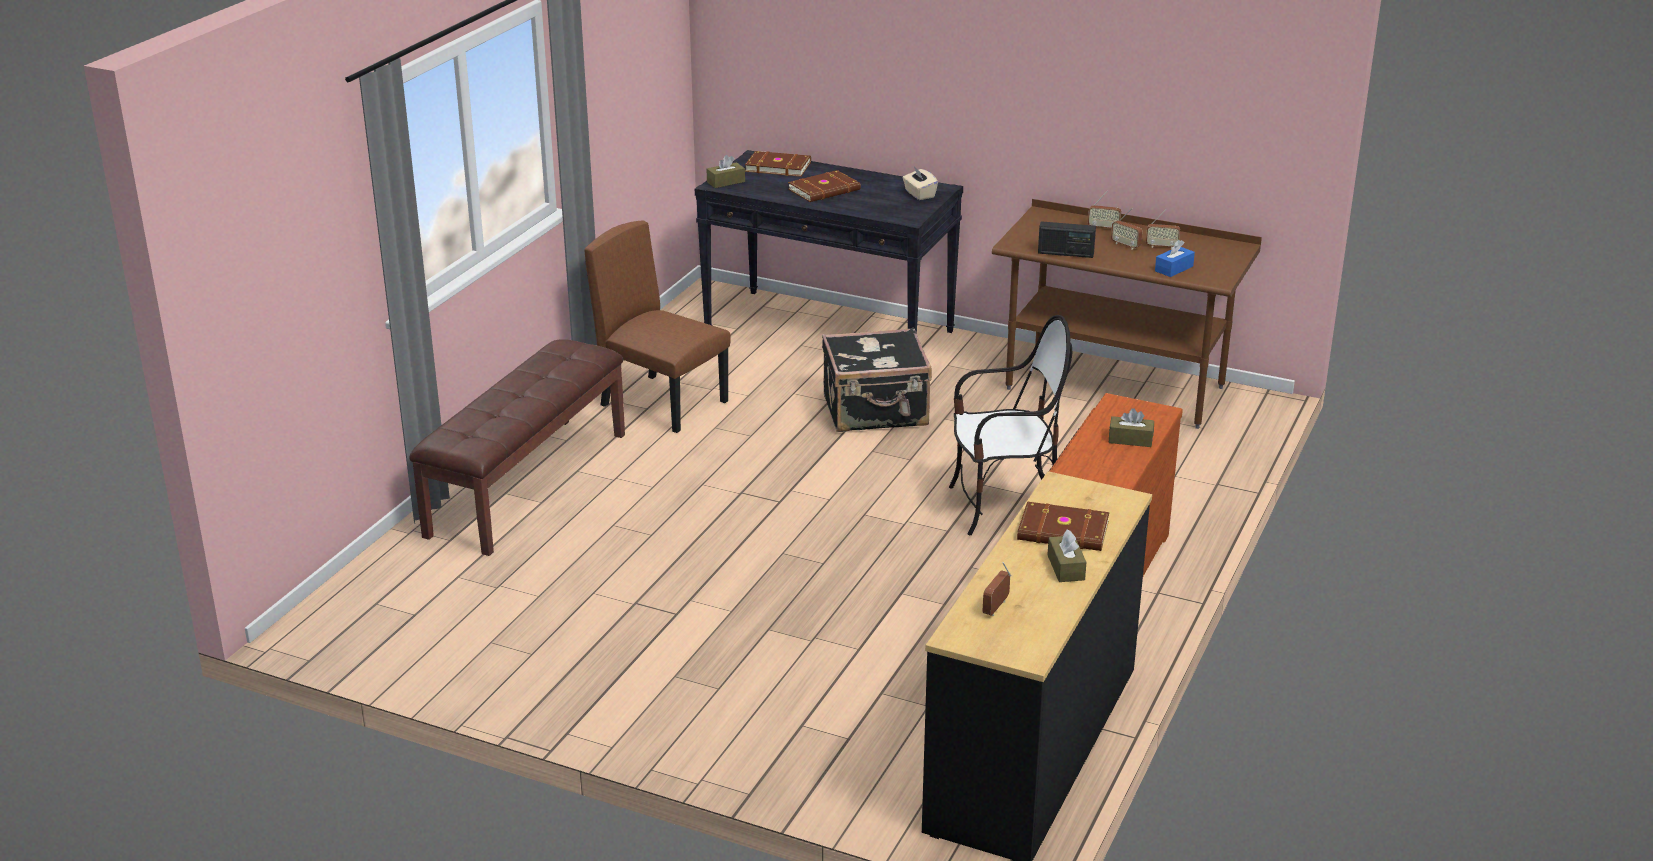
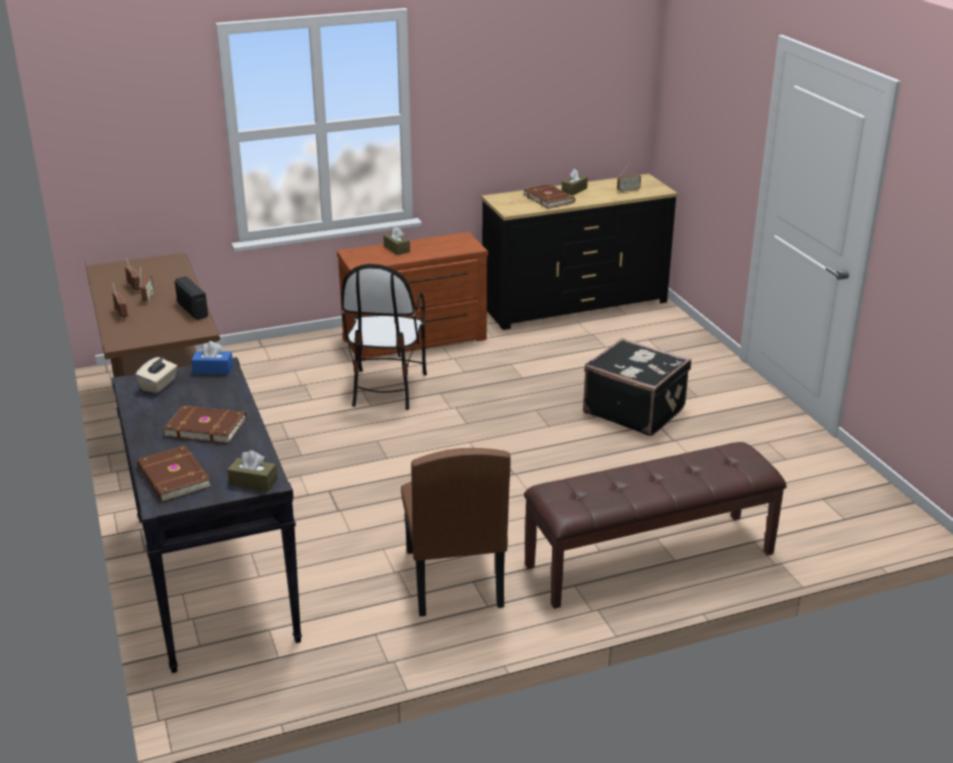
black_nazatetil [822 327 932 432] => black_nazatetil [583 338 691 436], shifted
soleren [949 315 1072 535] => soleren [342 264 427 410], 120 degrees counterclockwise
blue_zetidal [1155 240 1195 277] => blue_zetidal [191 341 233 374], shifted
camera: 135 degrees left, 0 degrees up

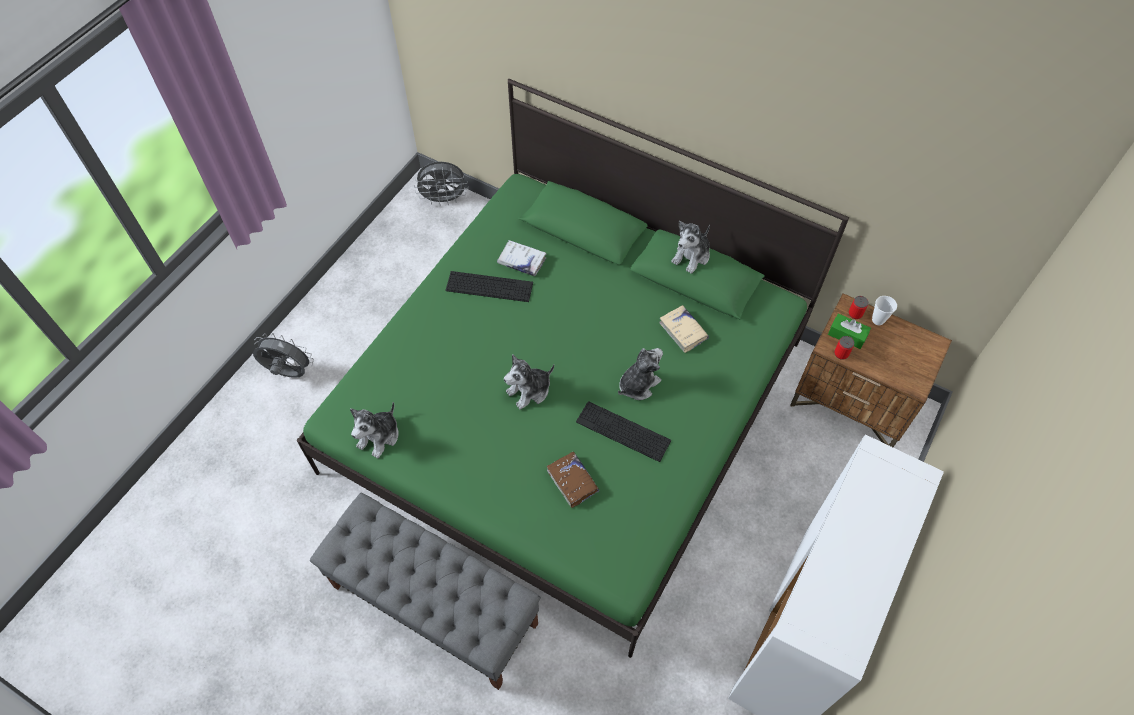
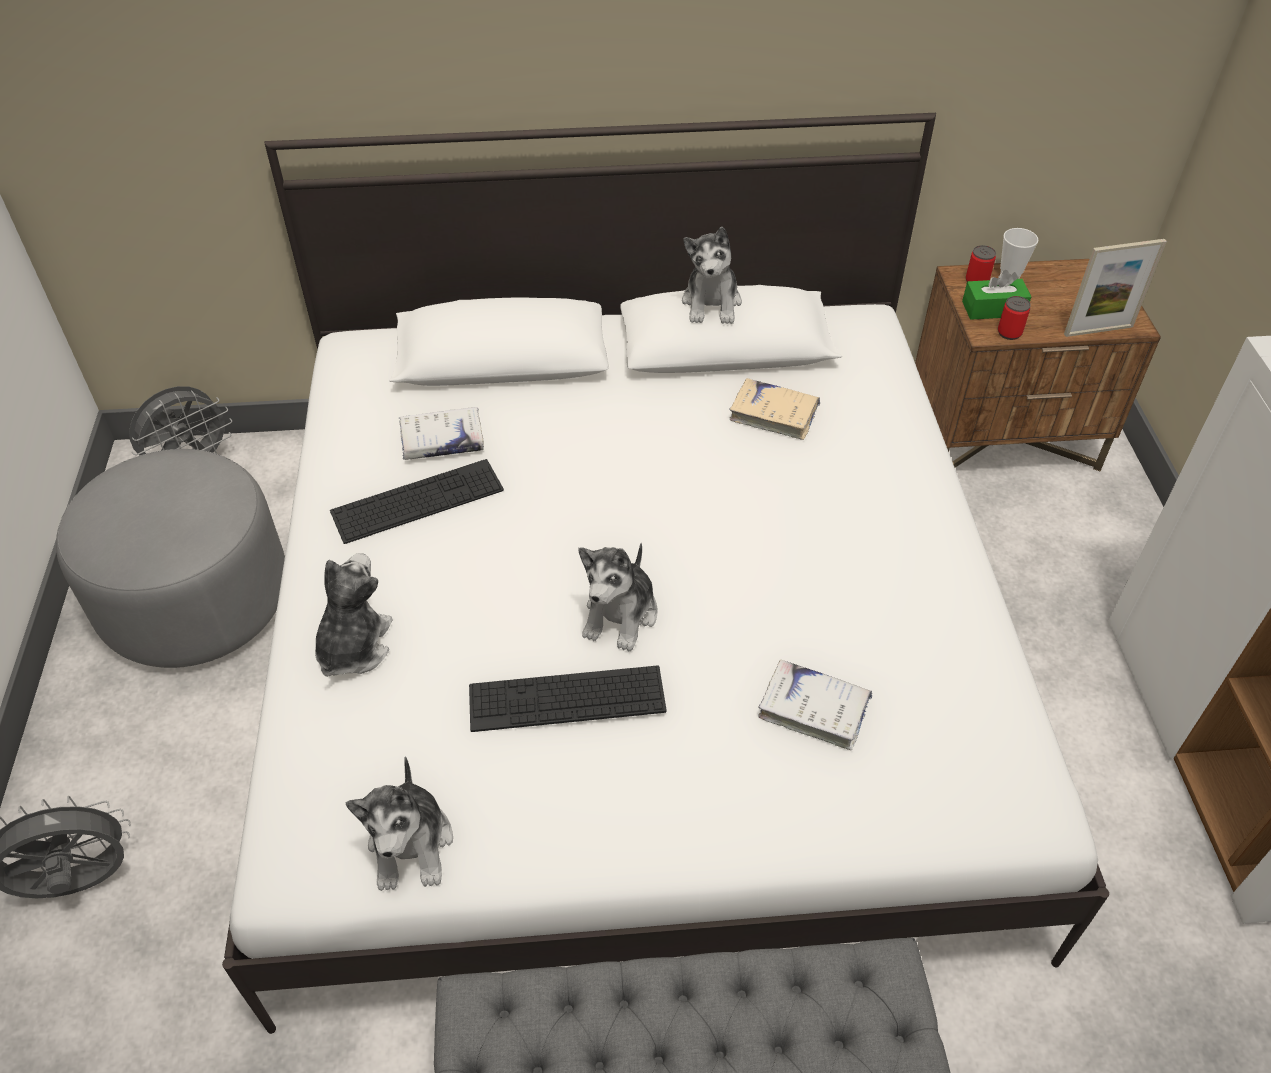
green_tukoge [297 79 849 658] => white_tukoge [222 113 1109 1034]
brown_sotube [547 452 599 508] => white_sotube [758 659 873 750]
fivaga [576 401 671 462] => fivaga [469 665 666 732], shifted
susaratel [618 348 663 400] => susaratel [315 553 393 677], shifted
nothing => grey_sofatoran [56 449 285 668]
nothing => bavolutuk [1064 239 1167 337]
camera: 35 degrees left, 10 degrees down

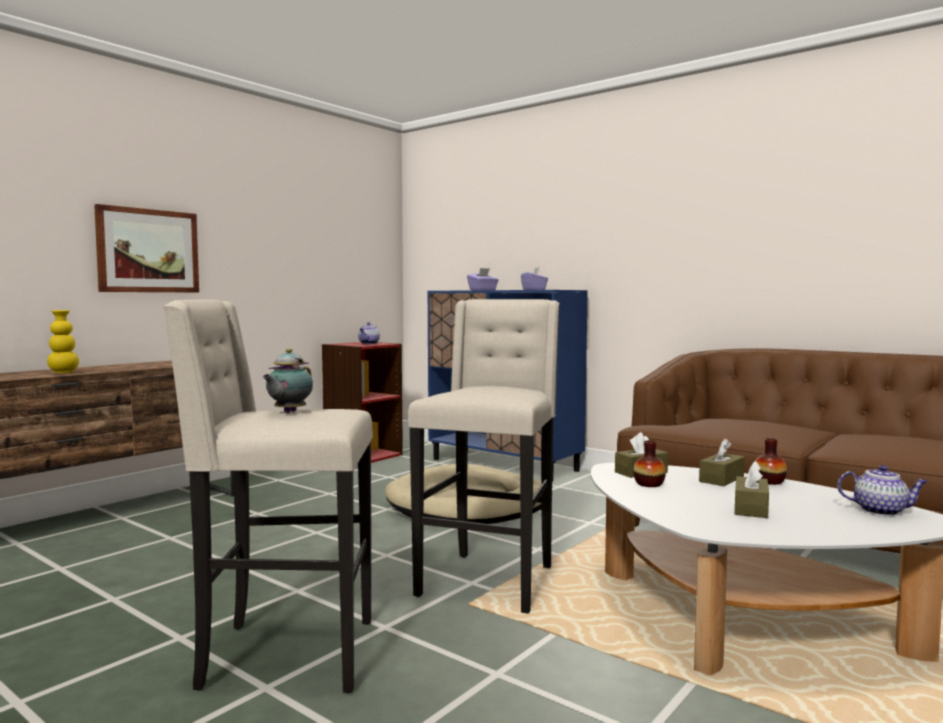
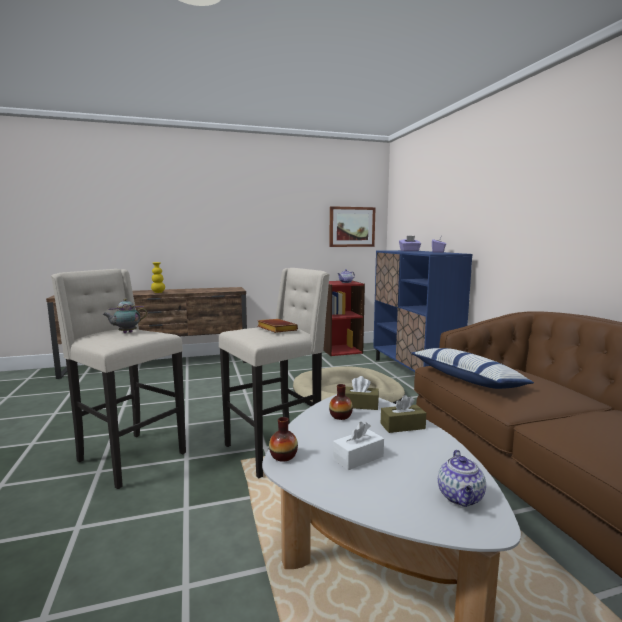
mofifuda [94 204 199 293] => mofifuda [329 206 376 247], shifted
brown_zetidal [735 461 769 518] => white_zetidal [333 422 384 470]
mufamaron [755 438 787 485] => mufamaron [269 417 298 462], shifted
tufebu [837 465 928 516] => tufebu [438 450 486 507], 45 degrees clockwise
nothing => brown_sotube [257 319 298 333]
nothing => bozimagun [411 348 534 389]
camera: 35 degrees right, 5 degrees up

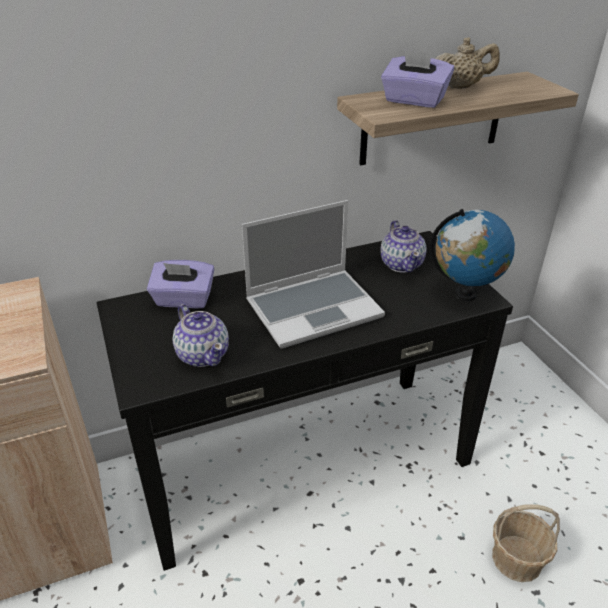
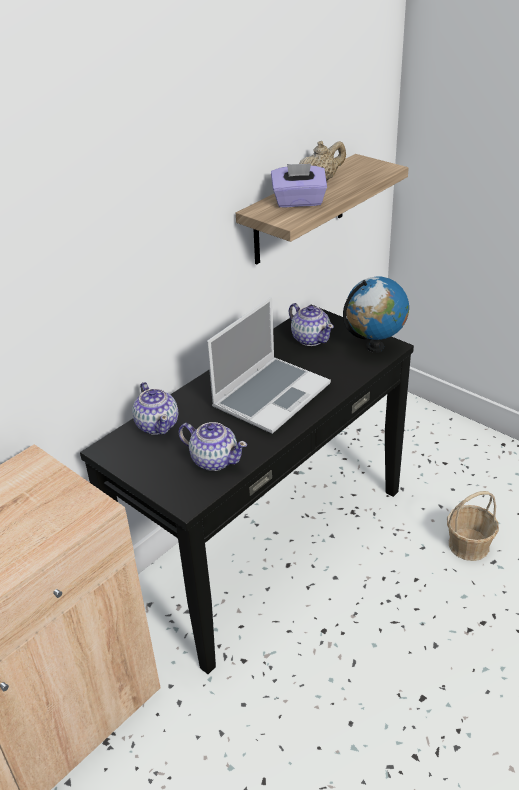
purple_zetidal [147 260 214 308] => tufebu [132 382 178 435]
camera: 25 degrees left, 0 degrees up

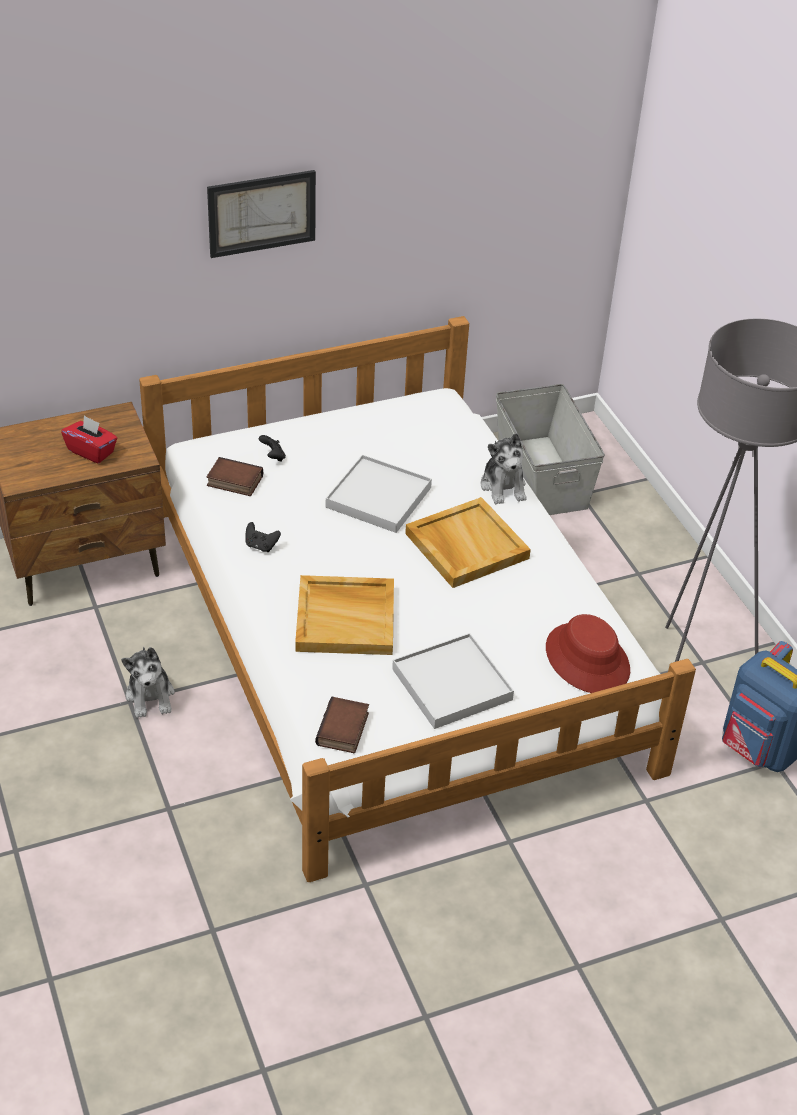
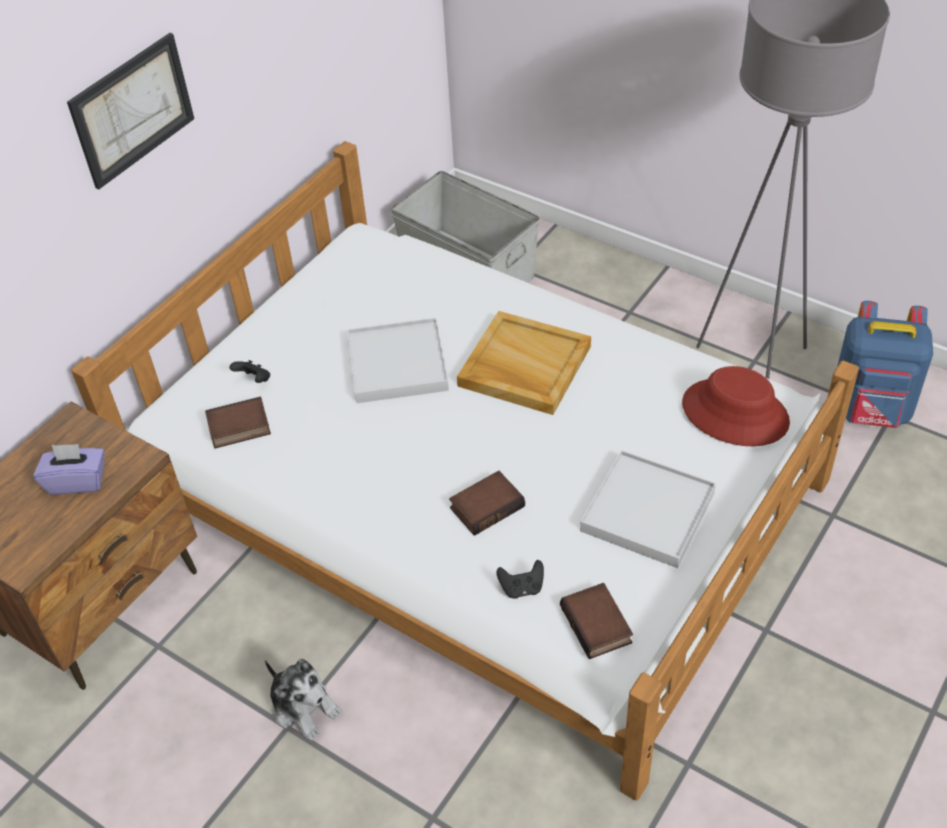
red_zetidal [61 415 117 464] => purple_zetidal [33 444 105 495]
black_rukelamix [245 522 281 552] => black_rukelamix [497 560 544 599], shifted
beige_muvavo [295 575 394 655] => sotube [449 471 525 536]
susaratel [481 433 527 505] => nothing
camera: 30 degrees left, 5 degrees up

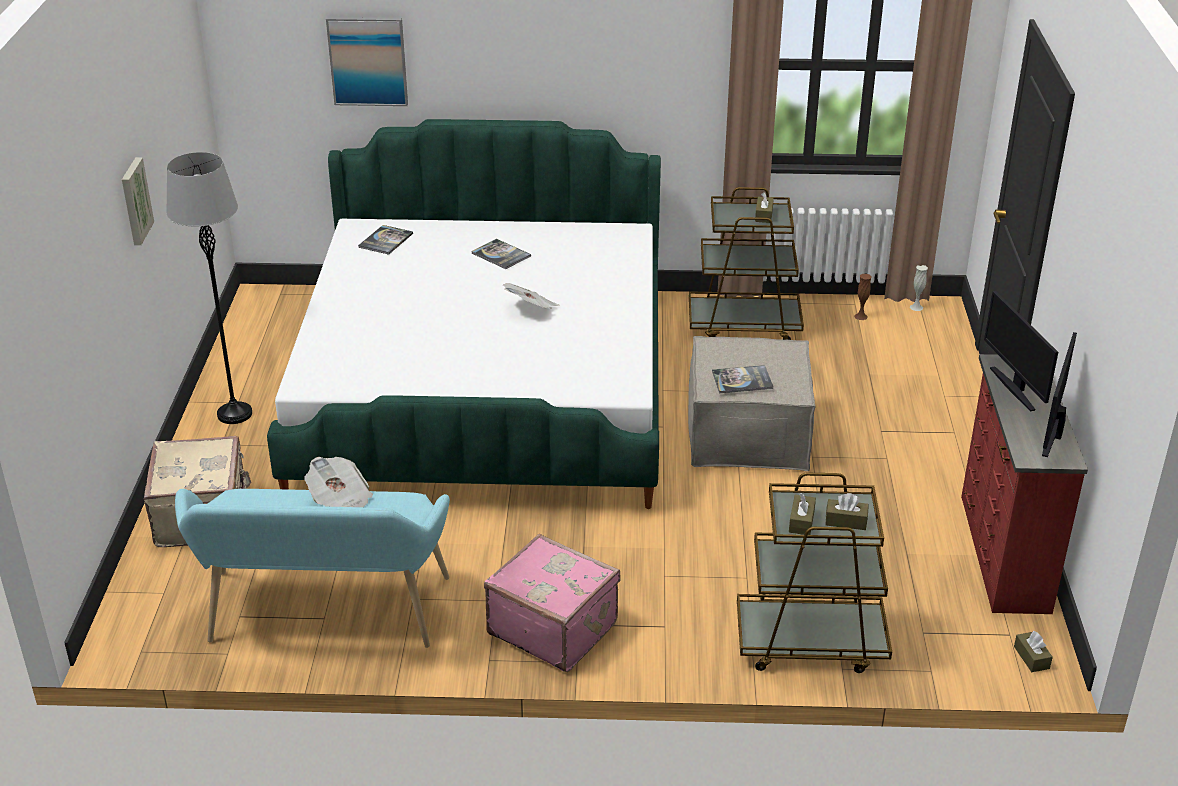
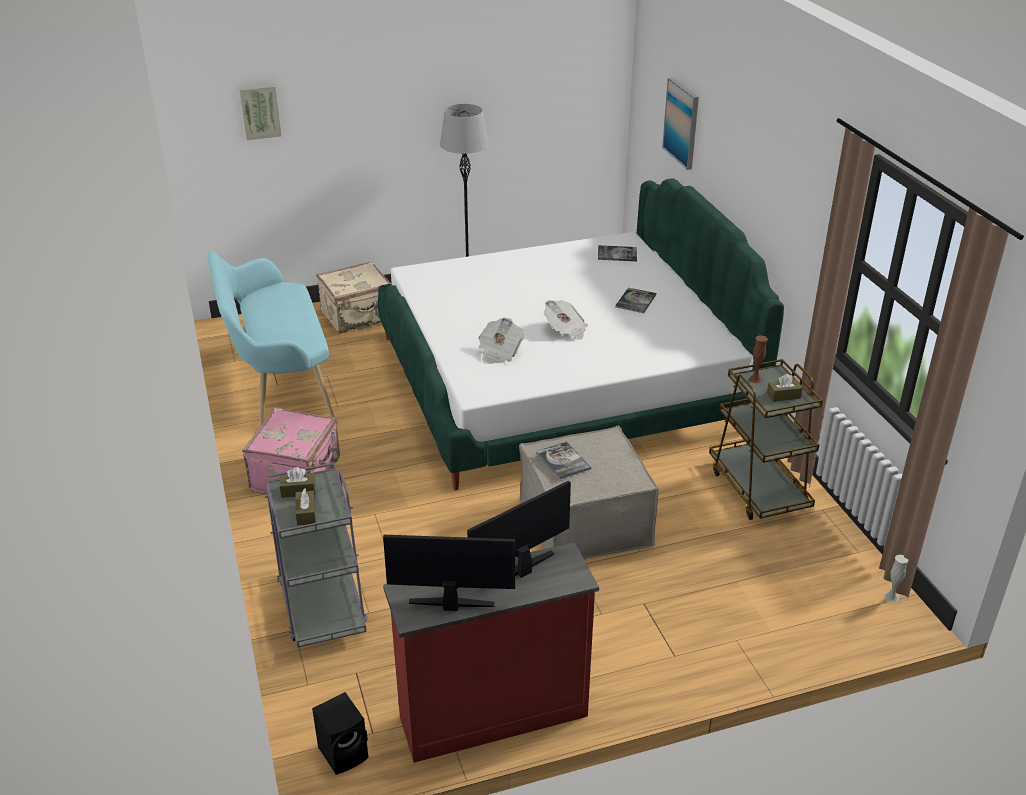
mofifuda [122 157 154 245] => mofifuda [239 85 281 140], shifted
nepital [304 457 373 507] => nepital [479 318 524 364], shifted
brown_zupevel [737 473 892 673] => grey_zupevel [265 462 368 648]
brown_mufamaron [854 274 871 320] => brown_mufamaron [749 335 768 383], shifted
brown_zetidal [1014 631 1053 672] => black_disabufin [312 692 369 775]
camera: 70 degrees right, 0 degrees up

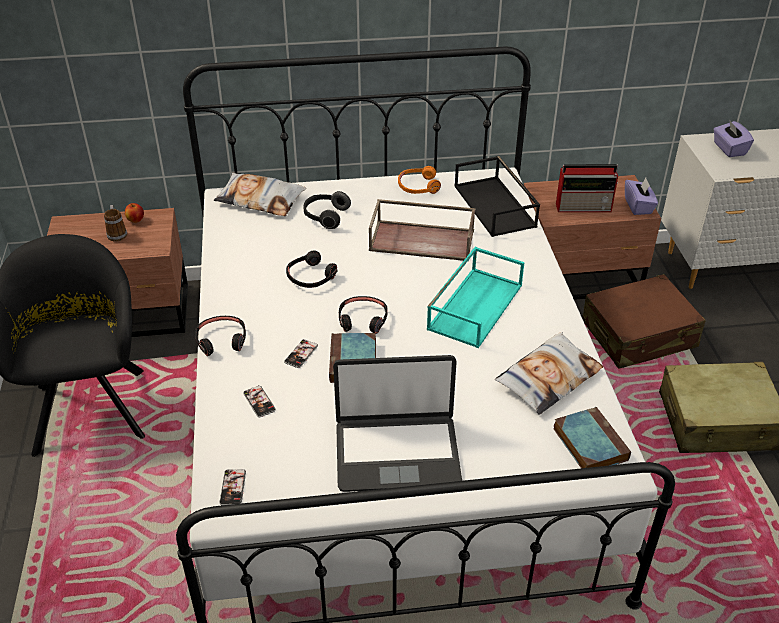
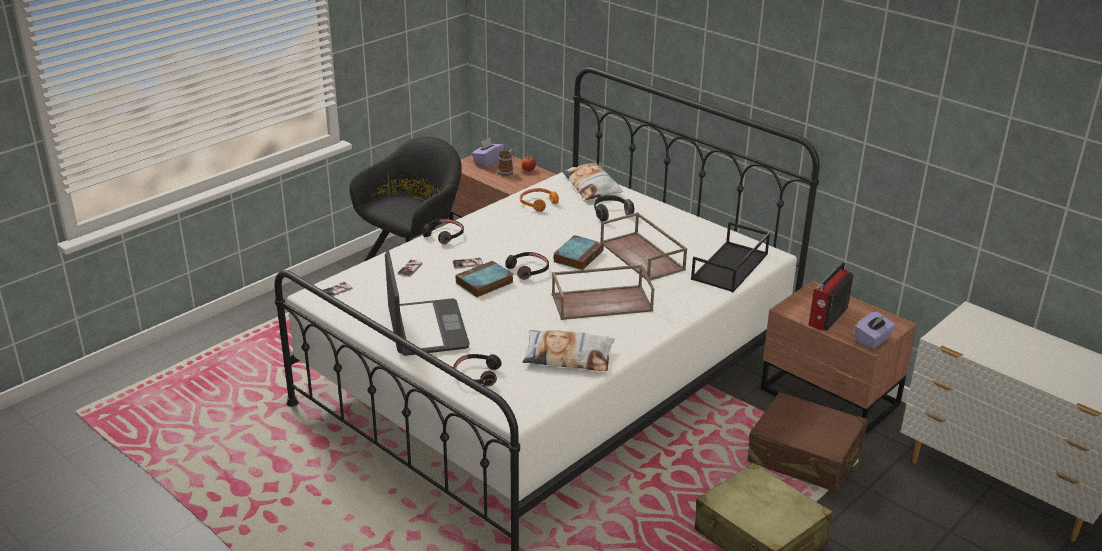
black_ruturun [286 251 338 288] => black_ruturun [453 354 502 387], shifted
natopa [333 355 462 492] => natopa [385 251 470 356], 150 degrees counterclockwise
orange_ruturun [398 166 441 194] => orange_ruturun [520 188 559 212], shifted
turquoise_muvavo [427 247 525 348] => brown_muvavo [552 265 654 320]
sotube [553 407 631 468] => sotube [553 235 604 270], shifted
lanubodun [556 164 618 212] => lanubodun [808 262 854 331], 75 degrees clockwise
purple_zetidal [713 120 754 157] => purple_zetidal [472 138 505 167], shifted
camera: 50 degrees right, 10 degrees down

